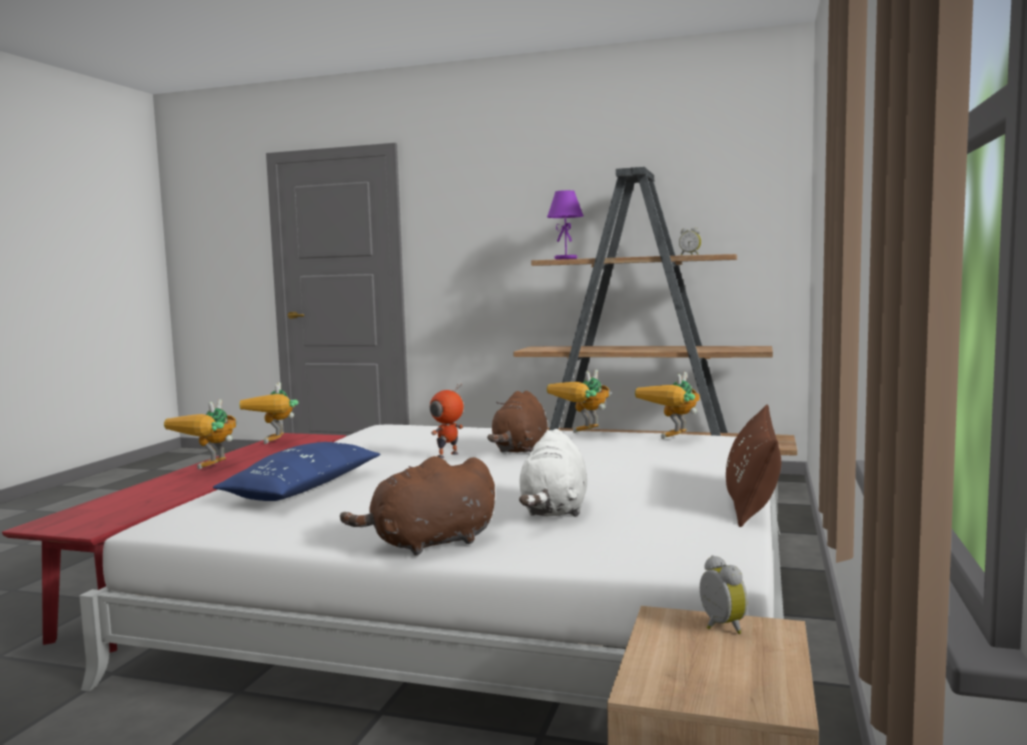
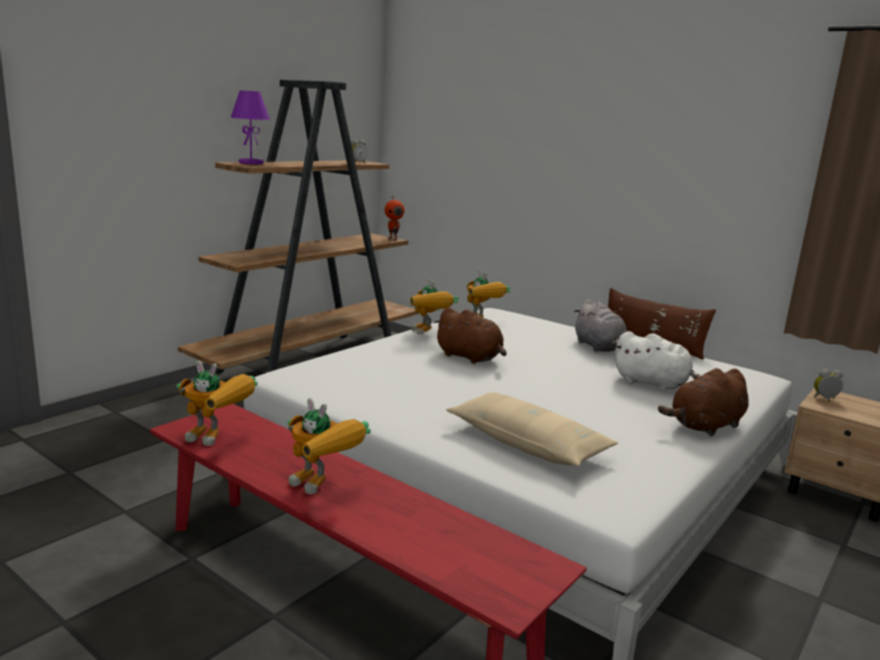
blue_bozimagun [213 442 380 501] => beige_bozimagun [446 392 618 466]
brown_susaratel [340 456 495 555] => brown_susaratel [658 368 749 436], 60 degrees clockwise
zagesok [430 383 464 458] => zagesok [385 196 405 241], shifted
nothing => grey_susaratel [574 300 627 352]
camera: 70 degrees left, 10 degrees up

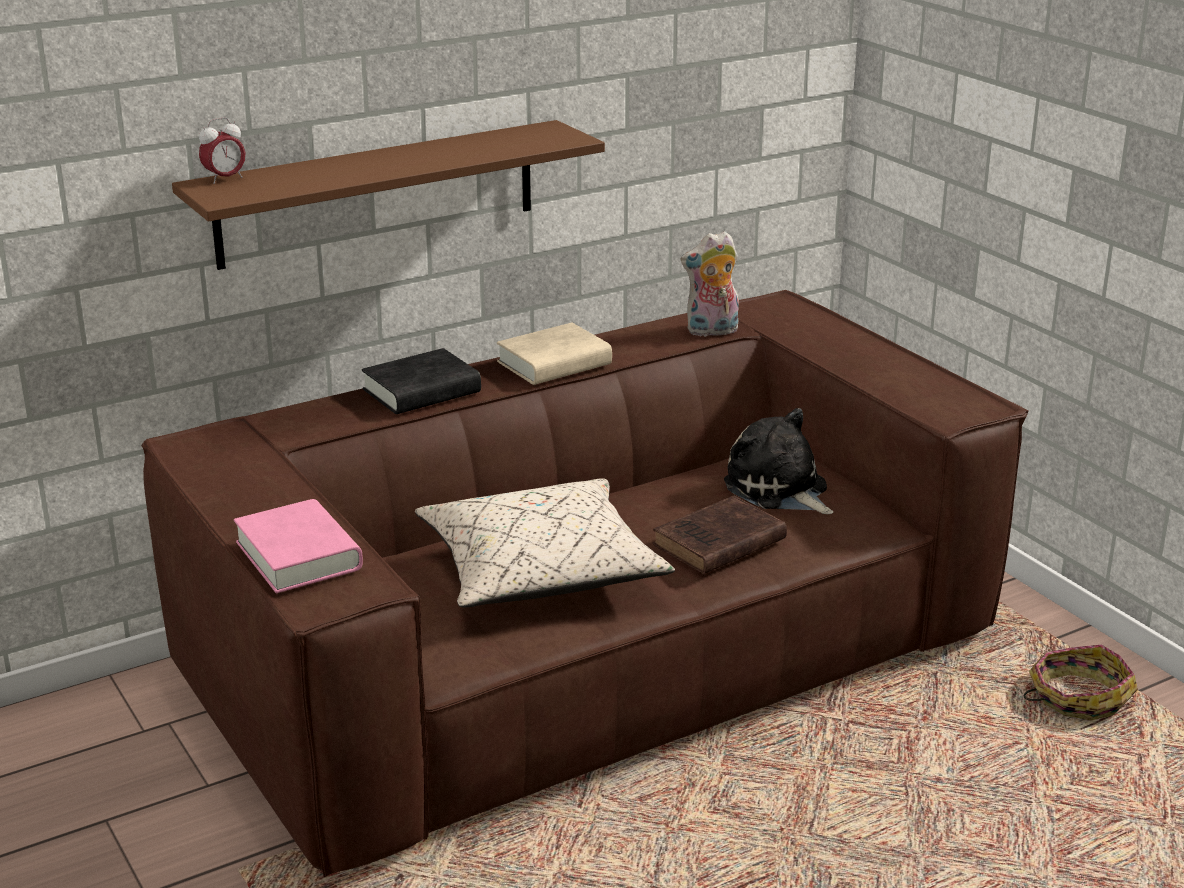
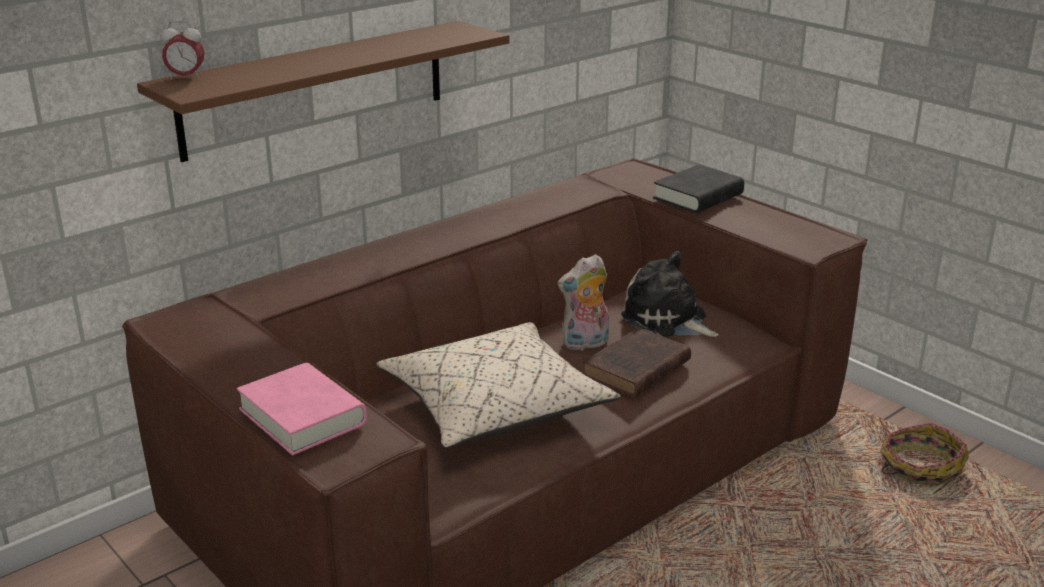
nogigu [199 117 245 184] => nogigu [161 21 204 80], 45 degrees clockwise
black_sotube [361 348 481 414] => black_sotube [653 164 744 213], shifted
beige_sotube [497 323 612 385] => nothing
susaratel [680 231 739 337] => susaratel [557 254 609 350], shifted
camera: 10 degrees left, 0 degrees up

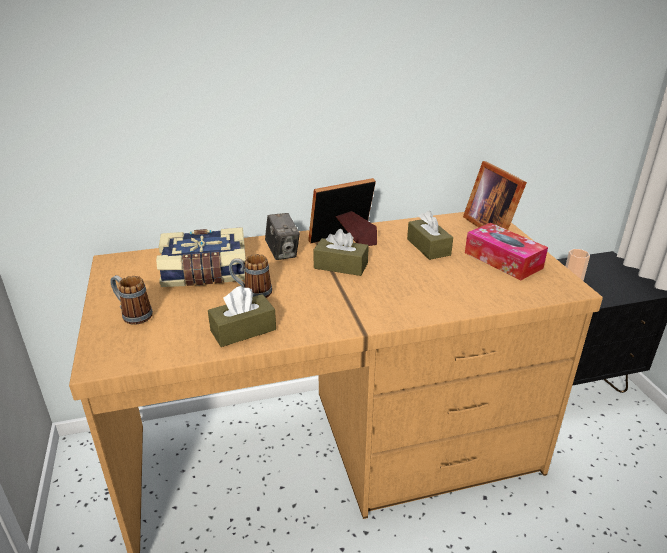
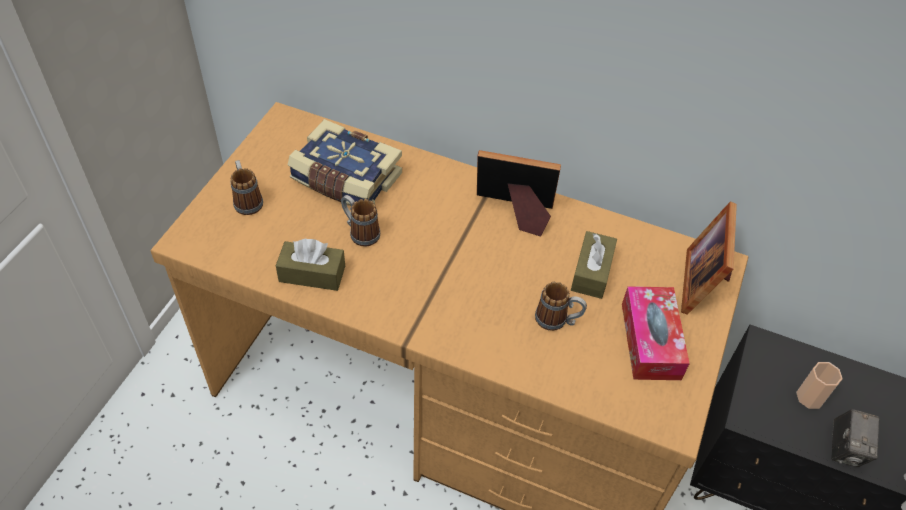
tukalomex [265 213 300 260] => tukalomex [831 409 880 467], shifted
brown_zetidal [313 229 369 276] => nothing
nothing => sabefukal [535 282 587 331]
camera: 35 degrees right, 20 degrees up

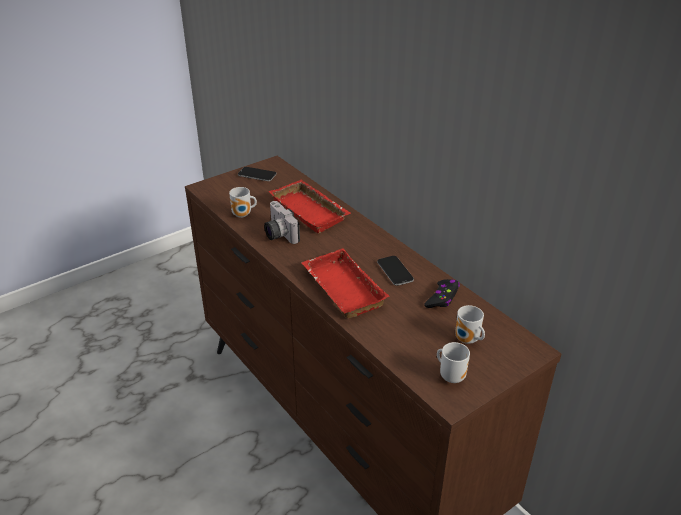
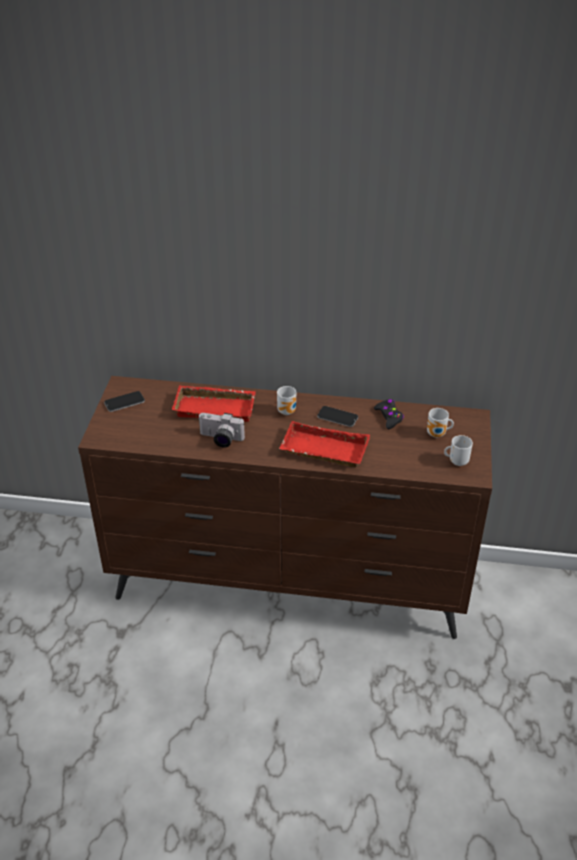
sabefukal [229 187 257 218] => sabefukal [277 386 297 415], shifted
camera: 45 degrees left, 5 degrees up

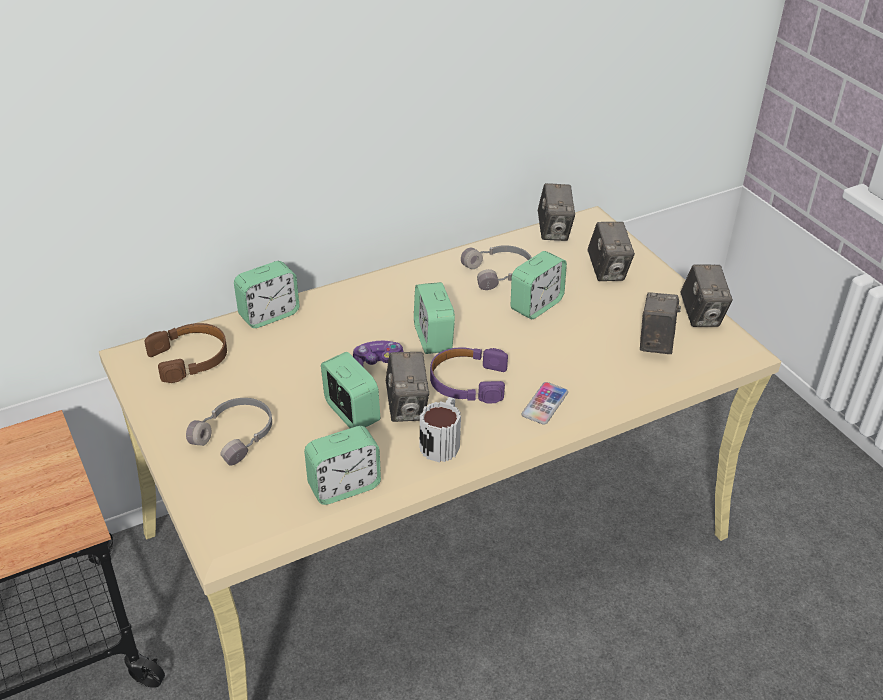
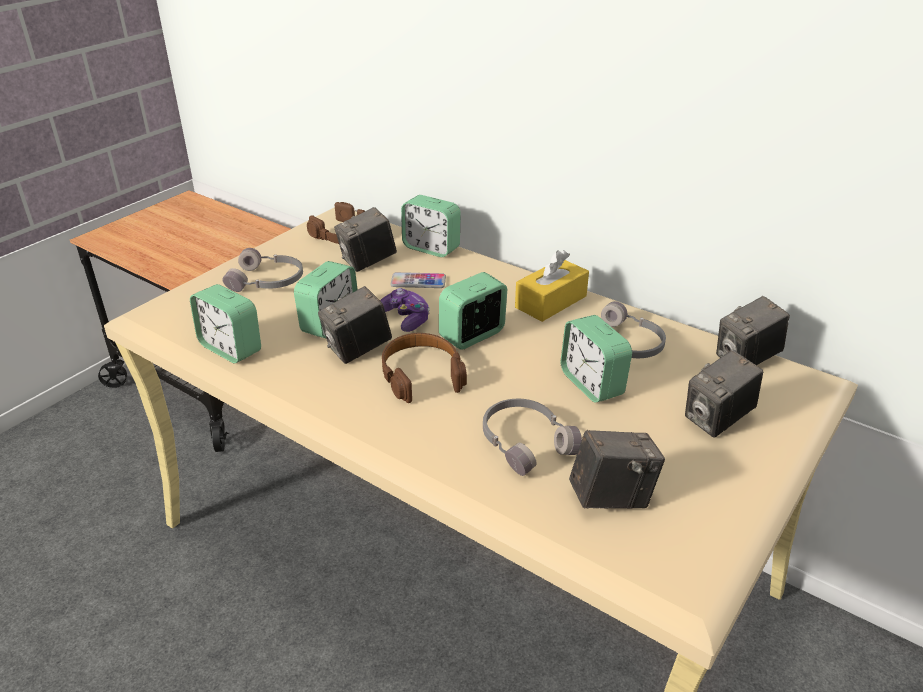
sabefukal [420 397 461 462] => nothing
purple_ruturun [430 347 508 403] => brown_ruturun [382 333 467 403]
nogigu [511 251 567 319] => nogigu [561 315 632 403], 45 degrees clockwise
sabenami [522 382 568 425] => sabenami [390 272 446 288], shifted
tukalomex [680 264 733 327] => tukalomex [334 207 397 272], shifted
nothing => grey_ruturun [483 399 582 476]
nothing => yellow_zetidal [515 250 589 322]
camera: 65 degrees right, 5 degrees down

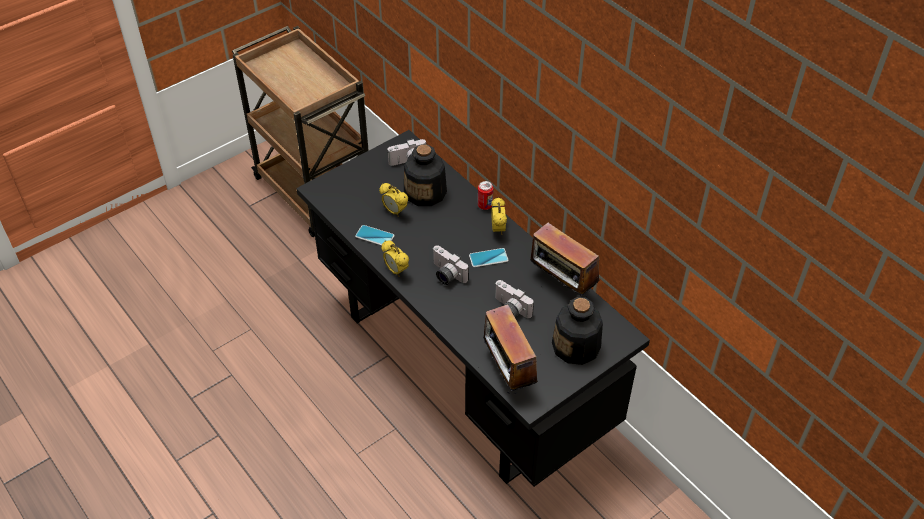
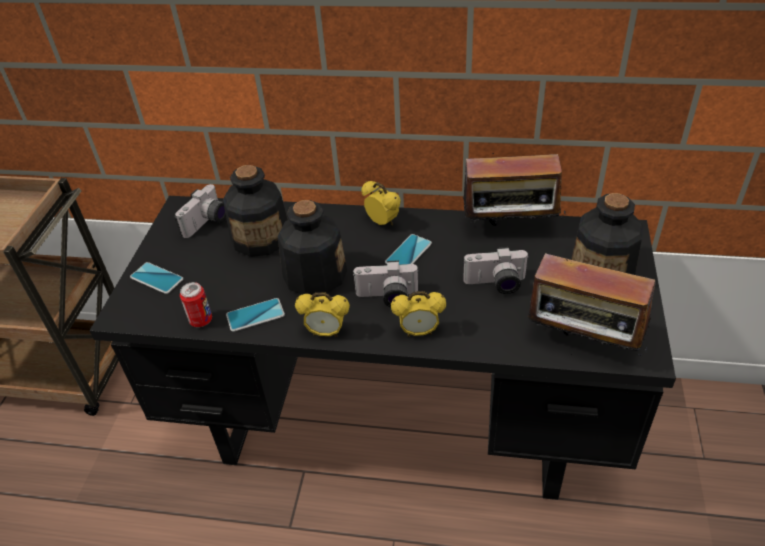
nogigu [379 183 408 217] => nogigu [391 291 446 337], shifted
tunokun [478 181 493 210] => tunokun [180 282 212 327], shifted
nothing => sabenami [130 262 183 294]
nothing => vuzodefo [278 200 347 295]
camera: 40 degrees left, 5 degrees down

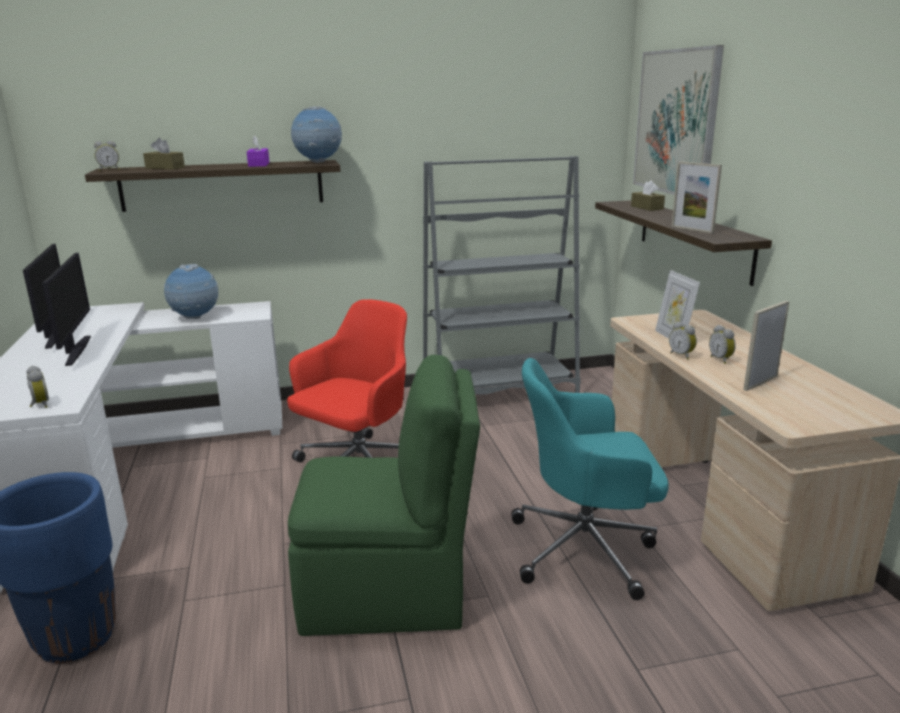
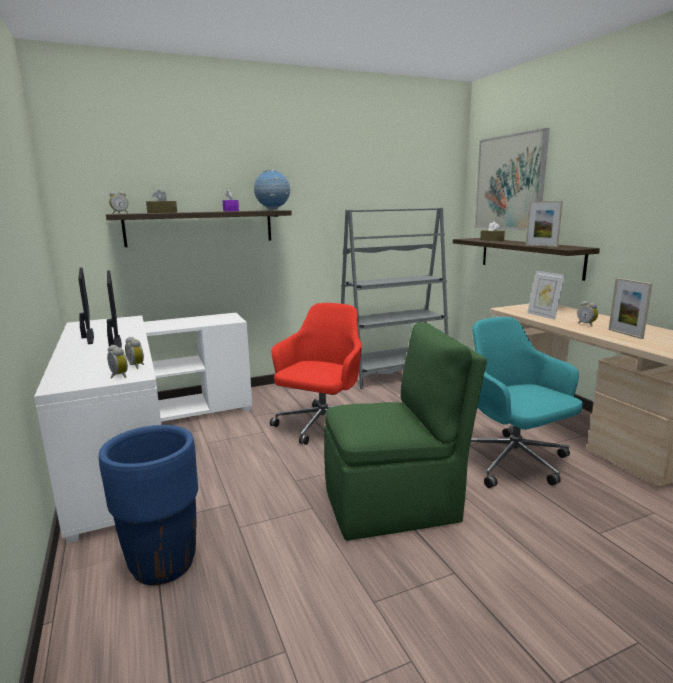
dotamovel [164 264 218 319] => nothing
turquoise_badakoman [511 358 669 600] => turquoise_badakoman [471 317 583 488], 75 degrees clockwise
nogigu [669 321 697 360] => nogigu [125 337 144 369], shifted
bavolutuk [743 301 789 391] => bavolutuk [609 278 653 339], 60 degrees counterclockwise
camera: 10 degrees left, 5 degrees down

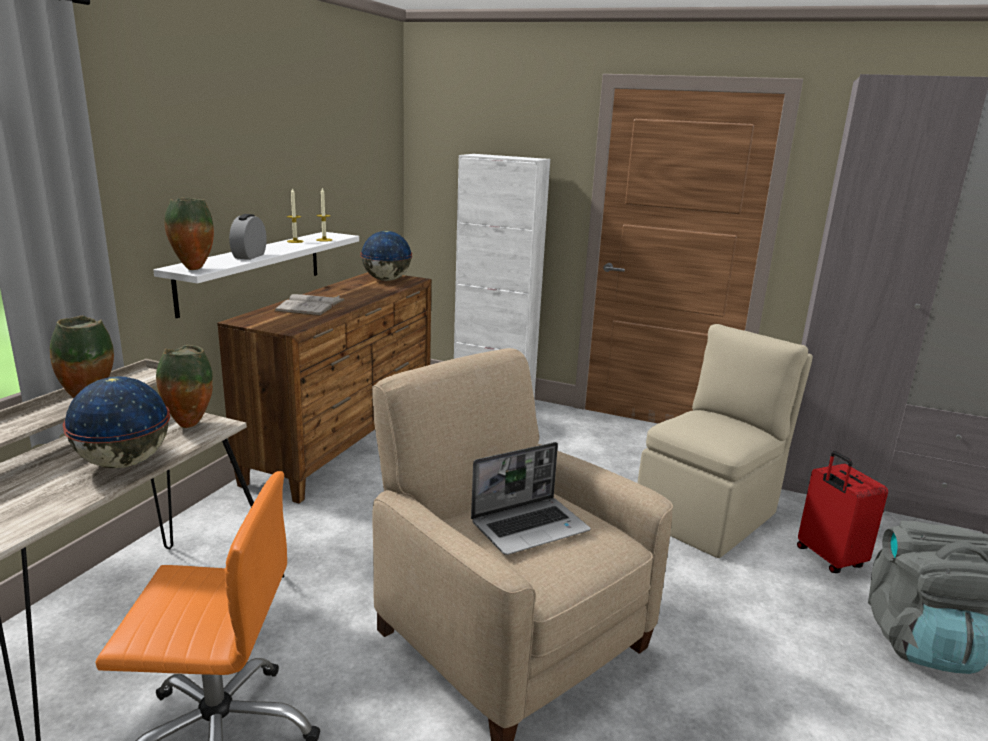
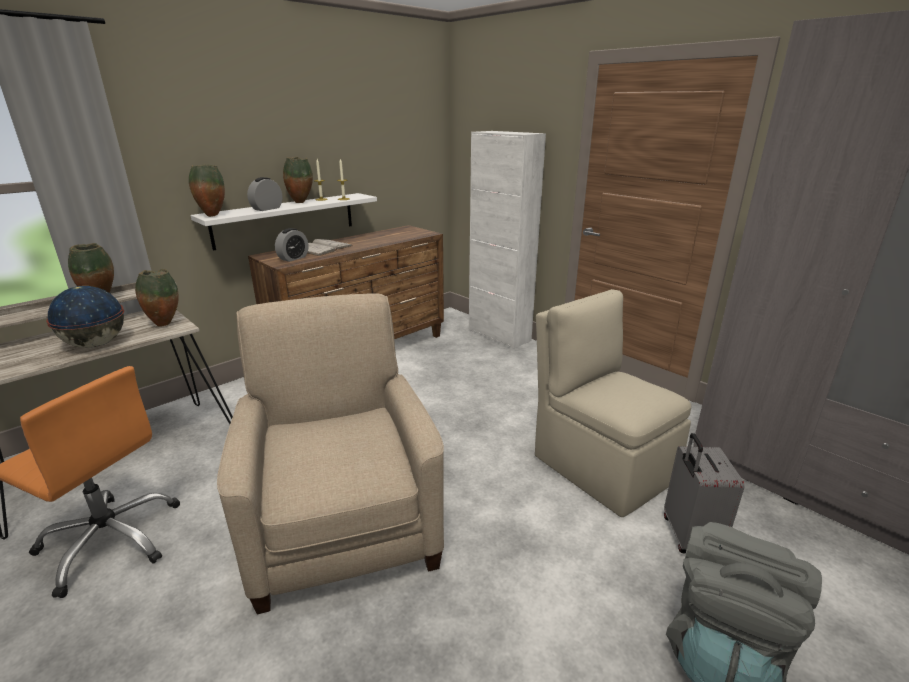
dotamovel [360 231 412 281] => nothing
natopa [471 442 591 555] => nothing
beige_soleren [637 324 813 558] => beige_soleren [535 289 691 517], 105 degrees counterclockwise
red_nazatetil [797 451 888 573] => grey_nazatetil [664 433 745 554]
nothing => nogigu [275 228 308 262]
nothing => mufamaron [283 157 313 203]
camera: 25 degrees right, 5 degrees up

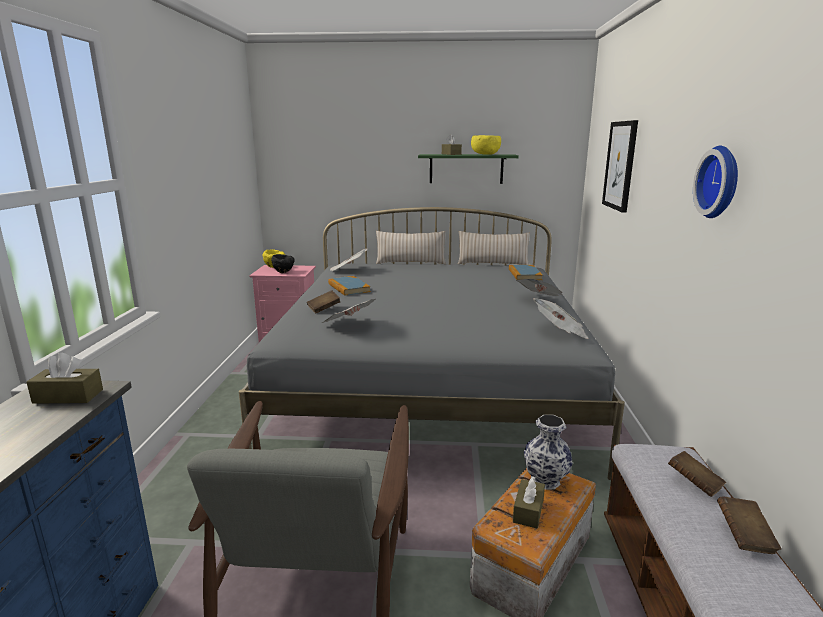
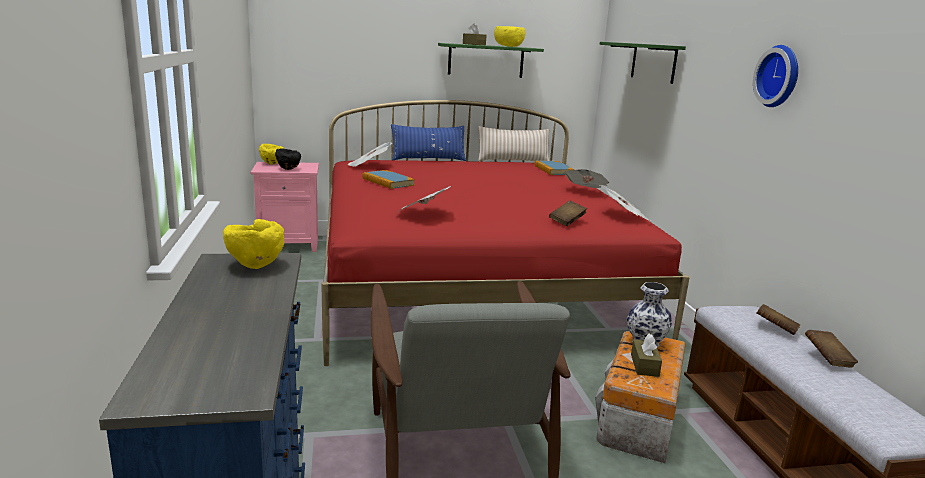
brown_zetidal [27 352 103 404] => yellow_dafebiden [223 219 284 269]
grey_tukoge [239 207 625 480] => red_tukoge [321 100 690 366]
brown_sotube [307 290 341 313] => brown_sotube [549 200 587 226], shifted
beige_bozimagun [376 231 446 264] => blue_bozimagun [391 124 466 161]
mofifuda [602 120 638 213] => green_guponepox [600 42 686 84]
camera: 15 degrees left, 0 degrees up

